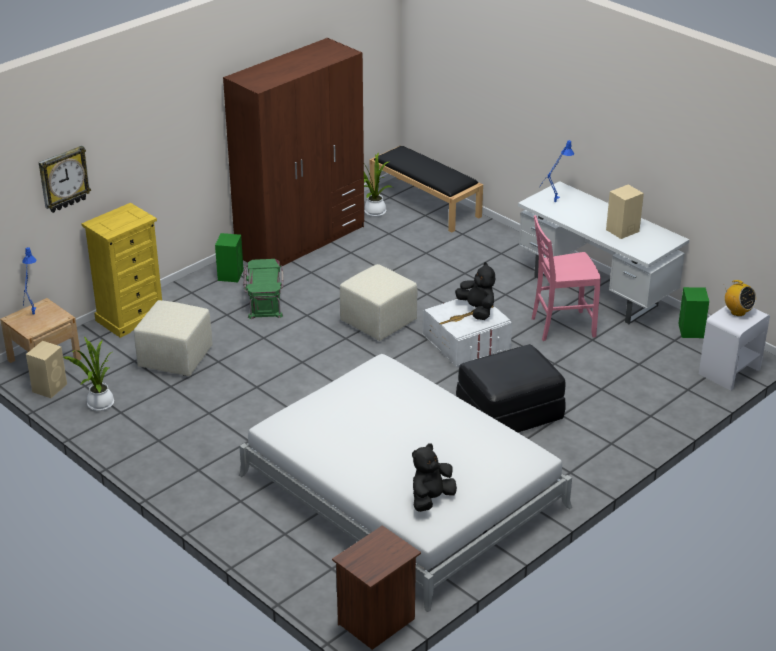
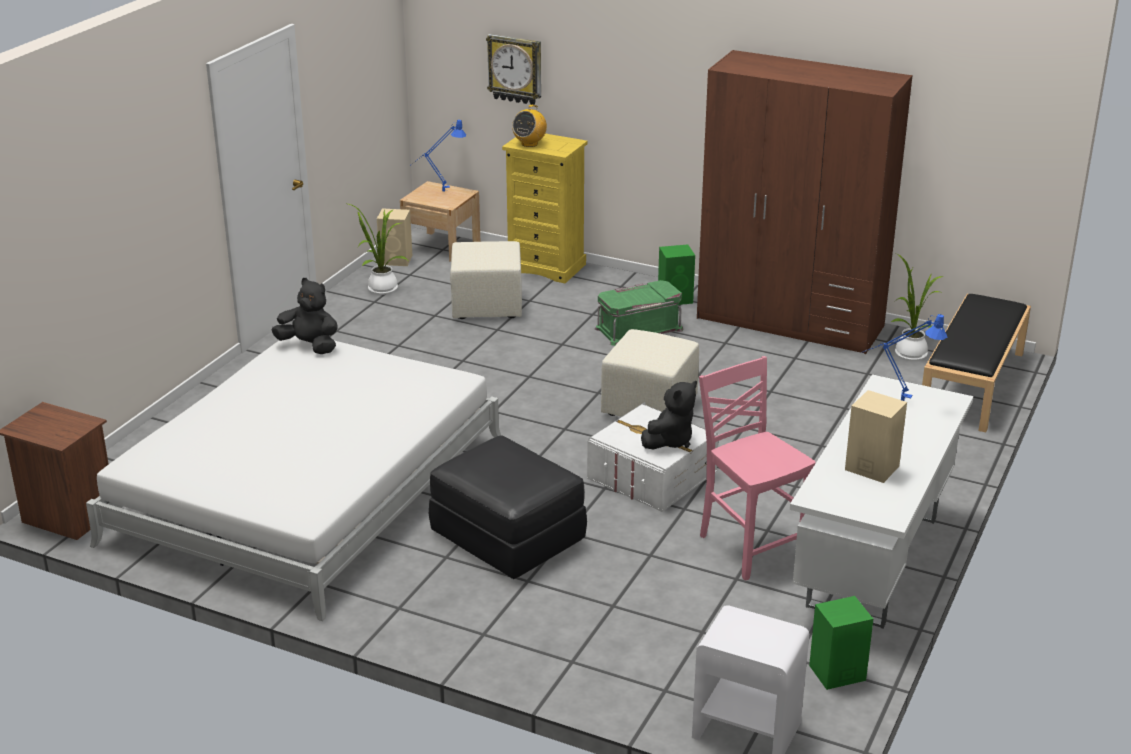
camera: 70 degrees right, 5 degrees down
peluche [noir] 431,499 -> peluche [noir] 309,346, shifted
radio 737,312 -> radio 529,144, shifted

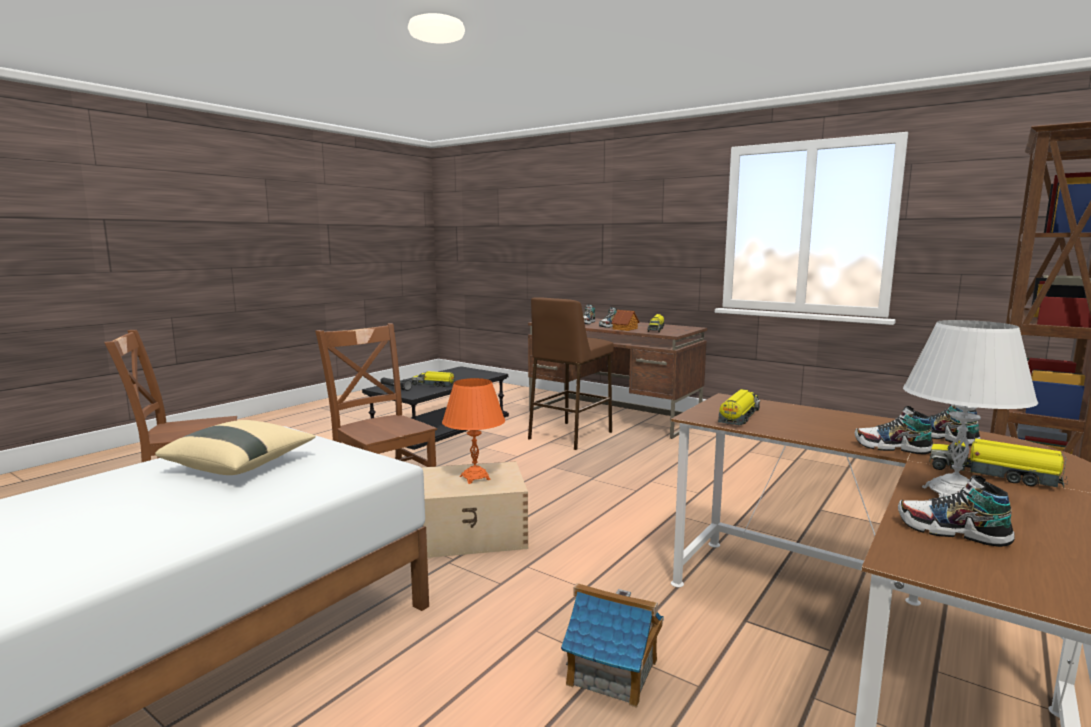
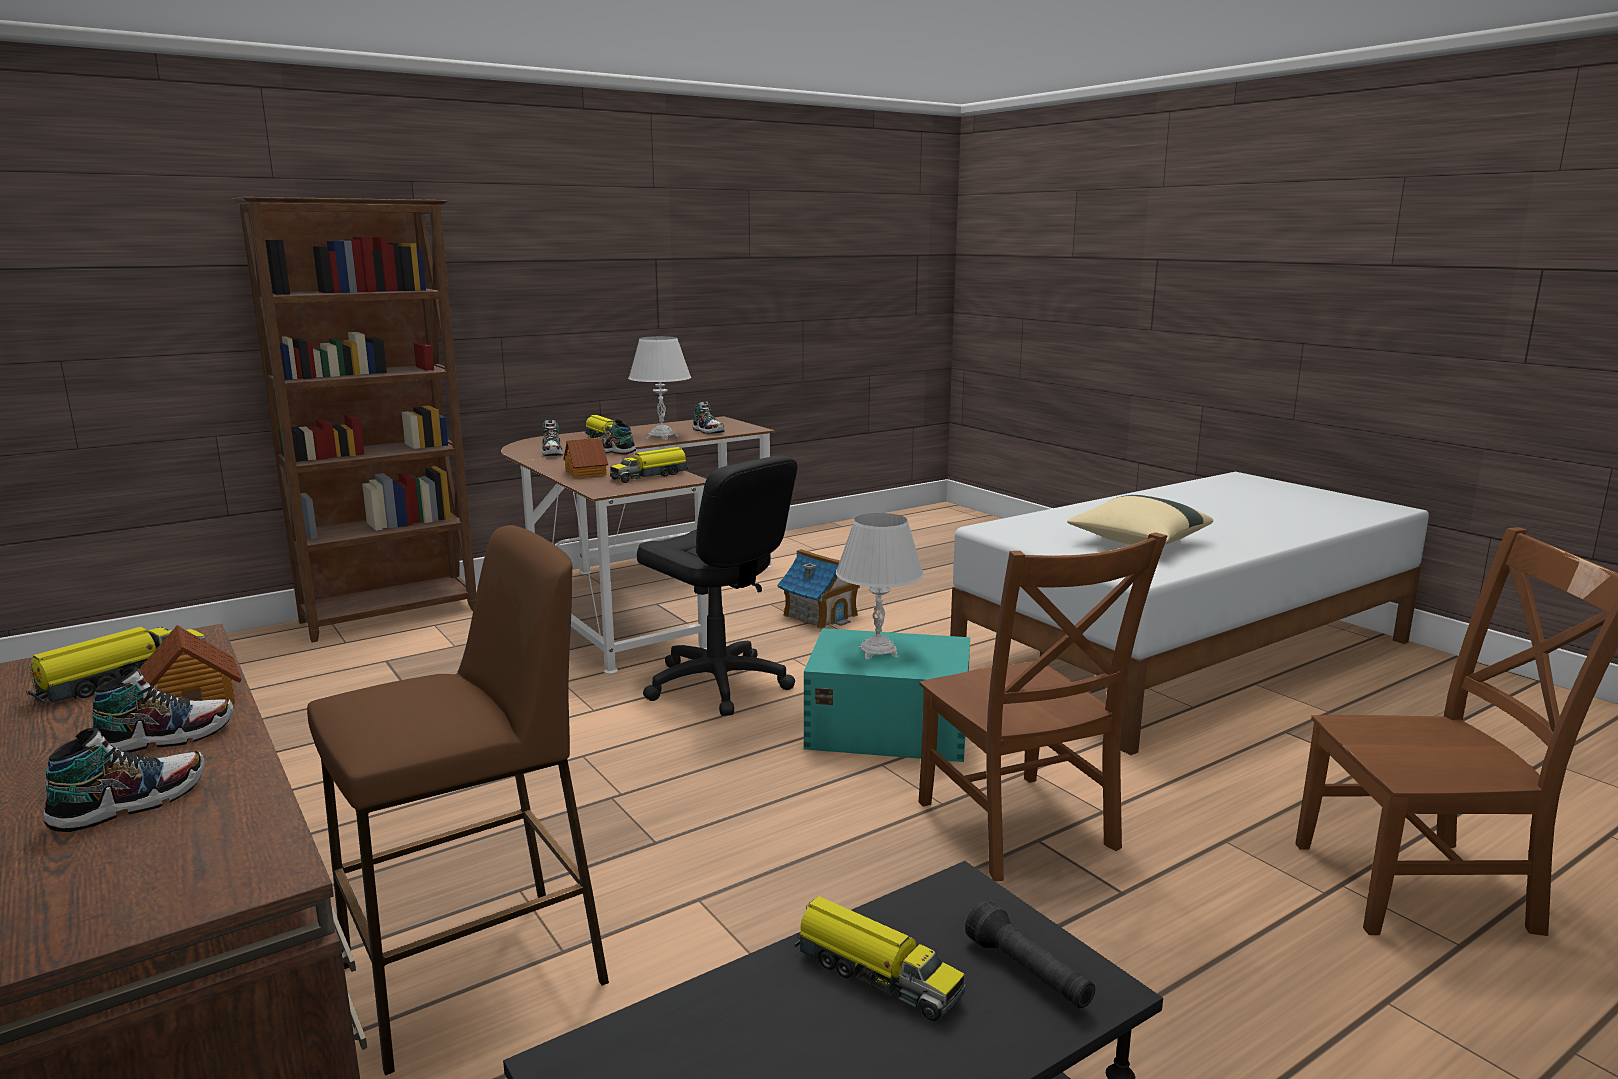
camera: 160 degrees left, 5 degrees up
none -> maison miniature 585,473
chaussure 892,448 -> chaussure 611,452, 150 degrees clockwise
none -> chaise de bureau [noir] 717,685
boîte de rangement [beige] 469,534 -> boîte de rangement [turquoise] 886,728
lampe de table [orange] 475,478 -> lampe de table [blanc] 878,652

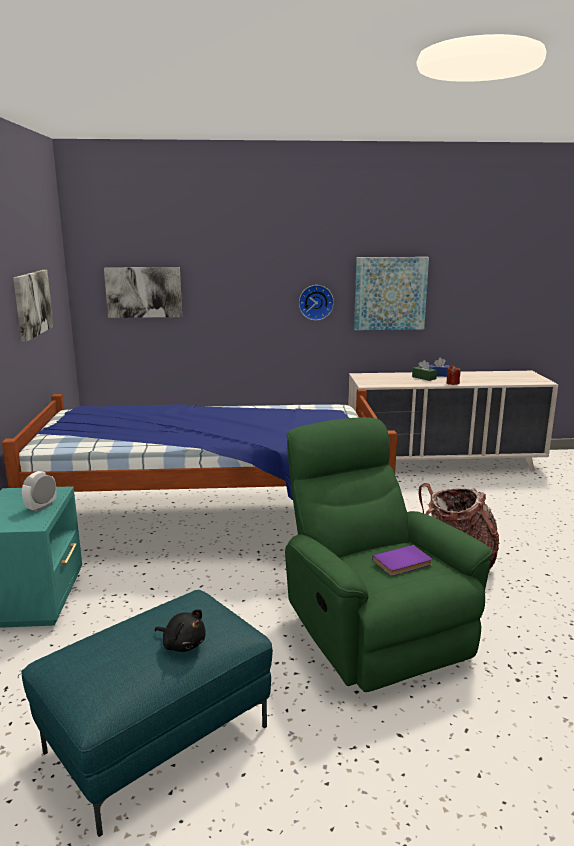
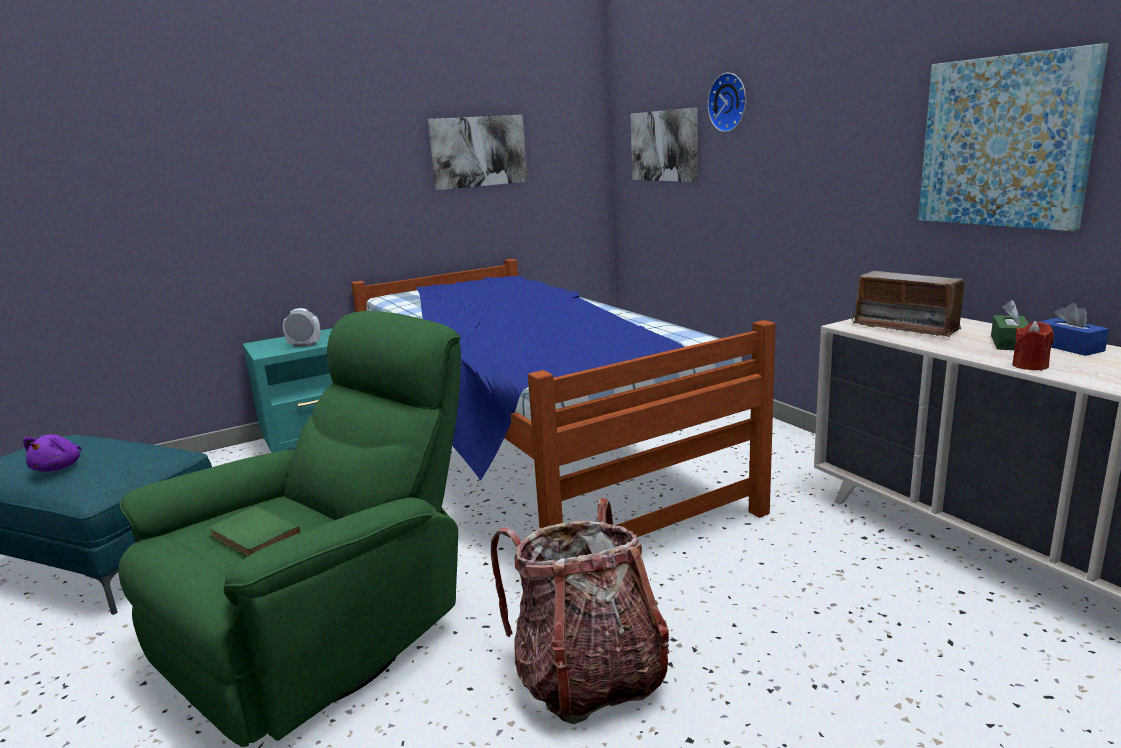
camera: 65 degrees right, 0 degrees up
peluche [noir] 182,644 -> peluche [violet] 59,467
livre [violet] 403,563 -> livre [vert] 251,536
horloge murale 315,302 -> horloge murale 730,102, shifted
none -> radio 906,328

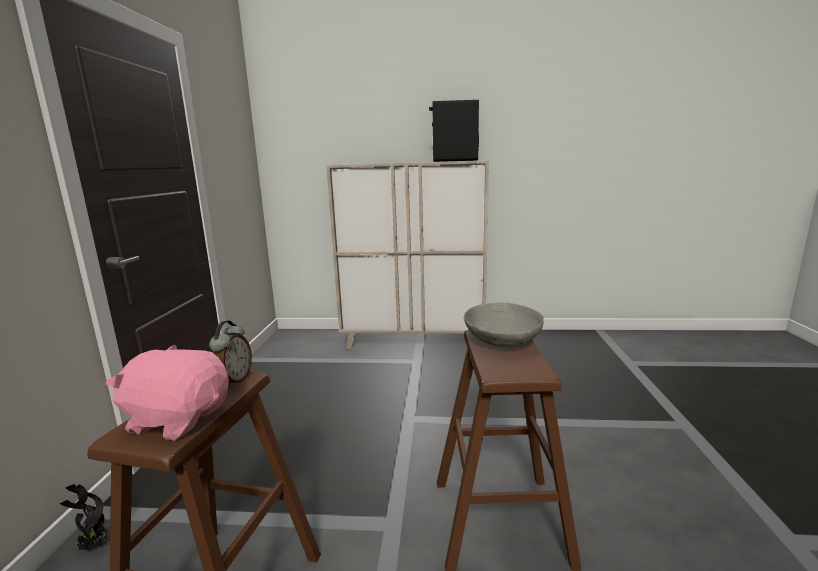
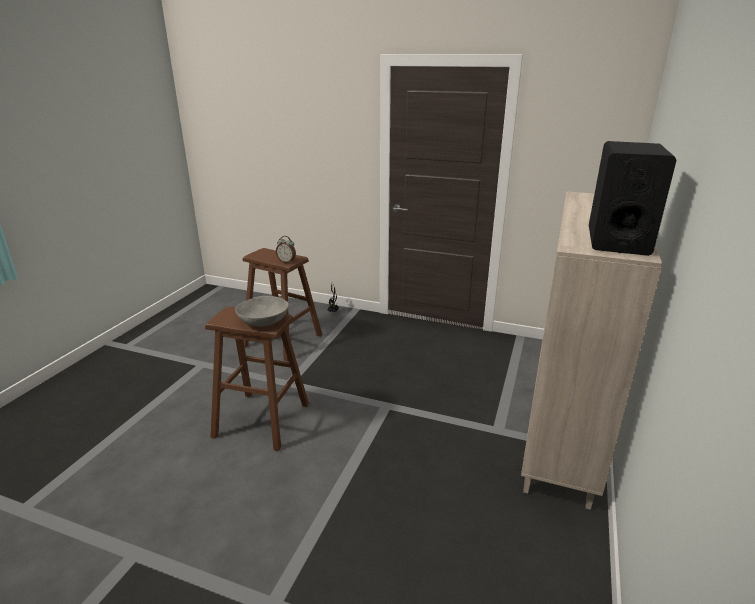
camera: 105 degrees right, 10 degrees up
peluche [rose] 178,419 -> none

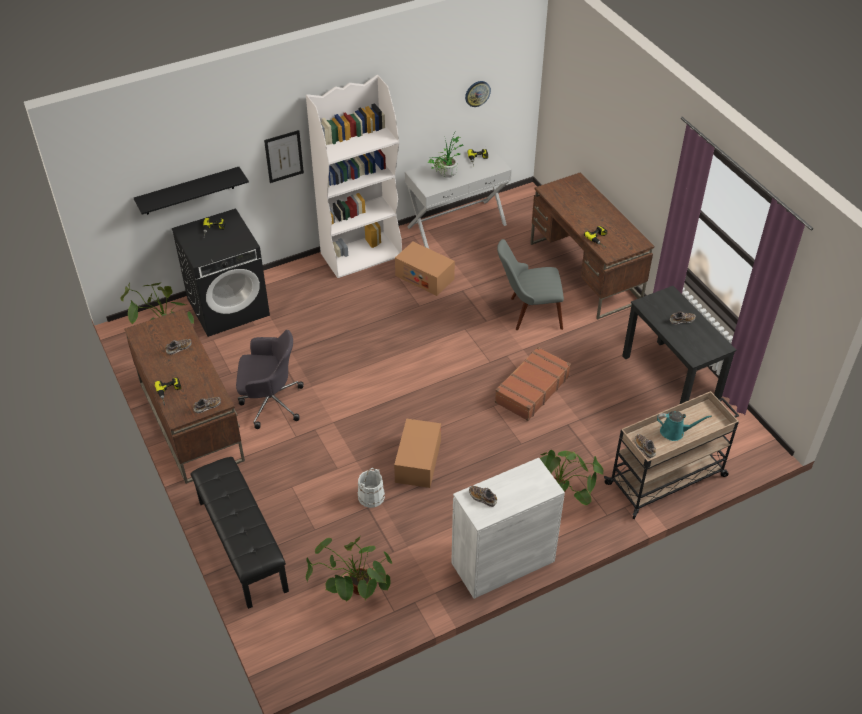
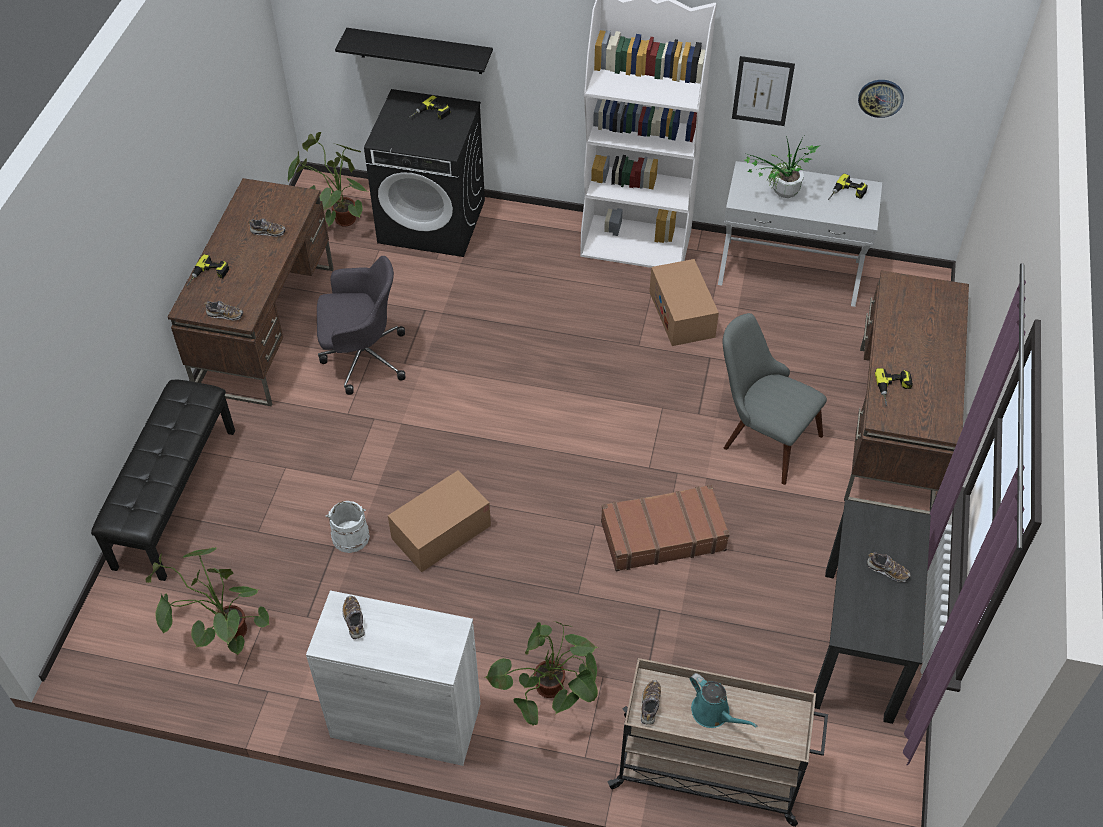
camera: 40 degrees right, 5 degrees up
chaise de bureau [gris] 270,402 -> chaise de bureau [gris] 362,357, 45 degrees counterclockwise
tableau 284,156 -> tableau 762,91, shifted

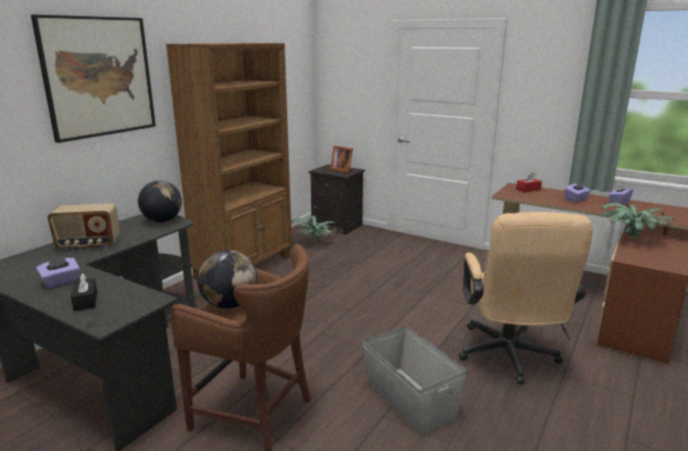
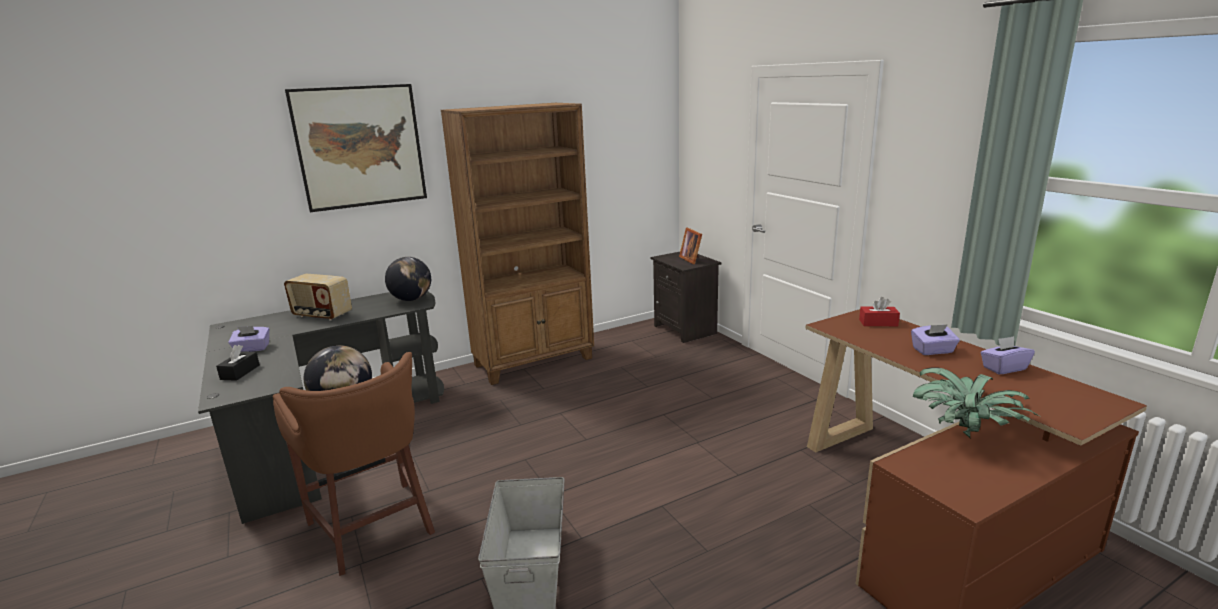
camera: 30 degrees right, 0 degrees up
plante en pot 315,243 -> none
chaise de bureau [beige] 508,358 -> none

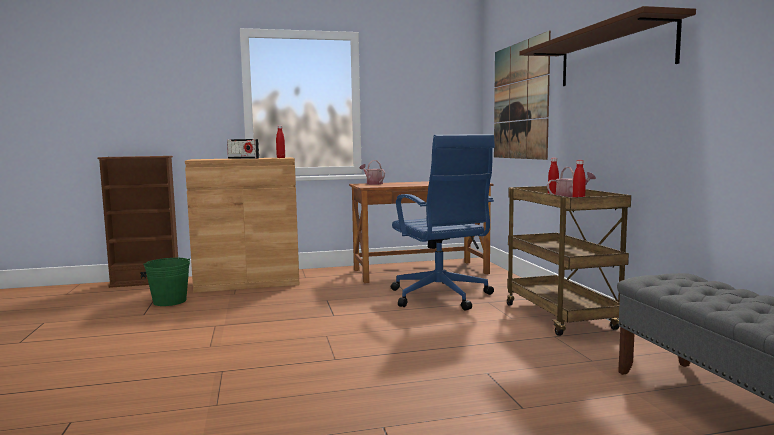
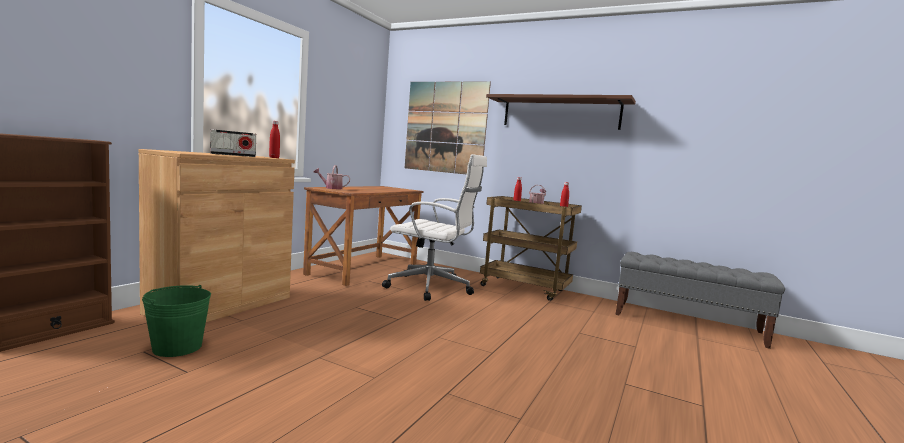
camera: 50 degrees left, 0 degrees up
chaise de bureau [bleu] 441,297 -> chaise de bureau [blanc] 432,287

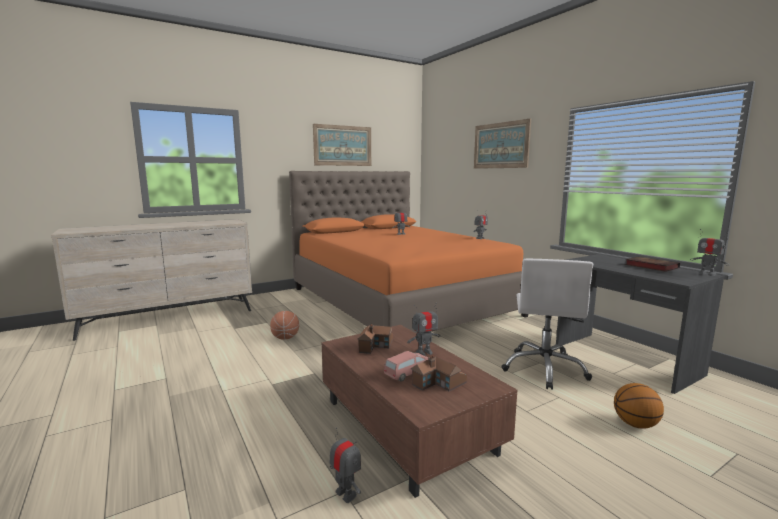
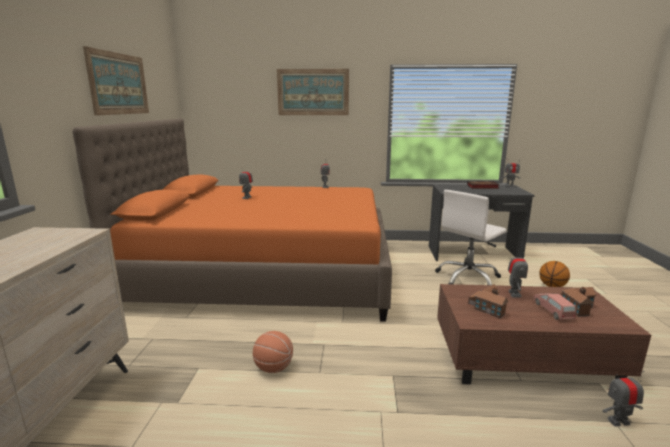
camera: 55 degrees left, 5 degrees up
chaise de bureau [blanc] 544,369 -> chaise de bureau [blanc] 468,278, 90 degrees clockwise

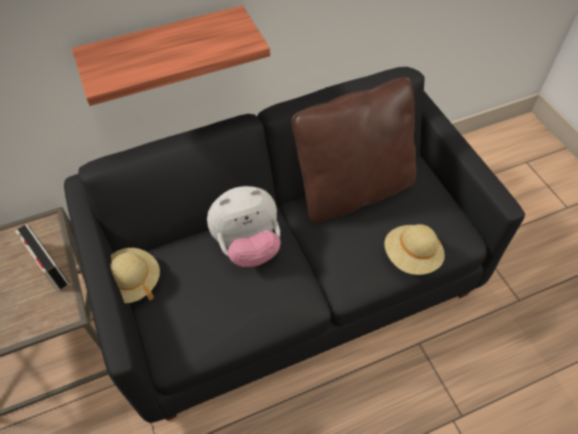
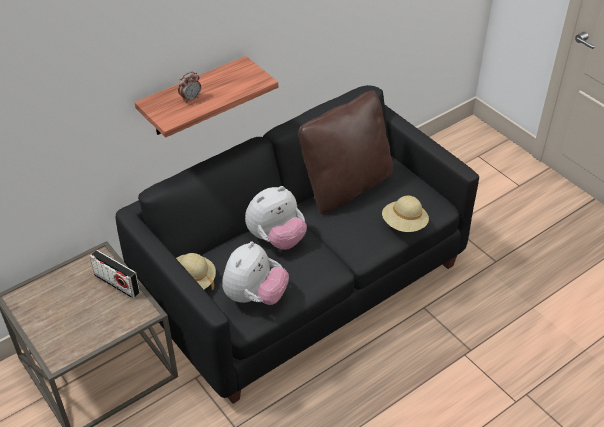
camera: 15 degrees left, 10 degrees down
none -> réveil 191,98
none -> peluche 255,296

